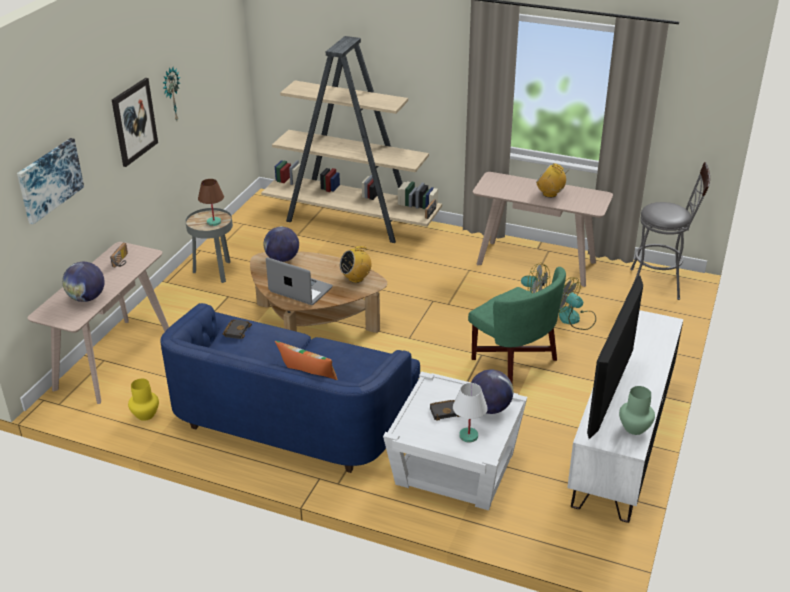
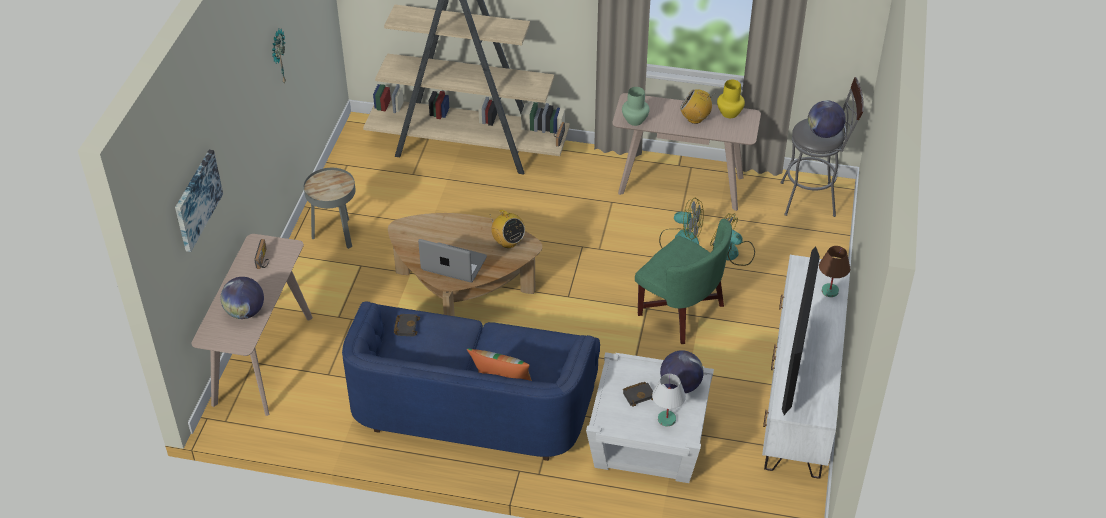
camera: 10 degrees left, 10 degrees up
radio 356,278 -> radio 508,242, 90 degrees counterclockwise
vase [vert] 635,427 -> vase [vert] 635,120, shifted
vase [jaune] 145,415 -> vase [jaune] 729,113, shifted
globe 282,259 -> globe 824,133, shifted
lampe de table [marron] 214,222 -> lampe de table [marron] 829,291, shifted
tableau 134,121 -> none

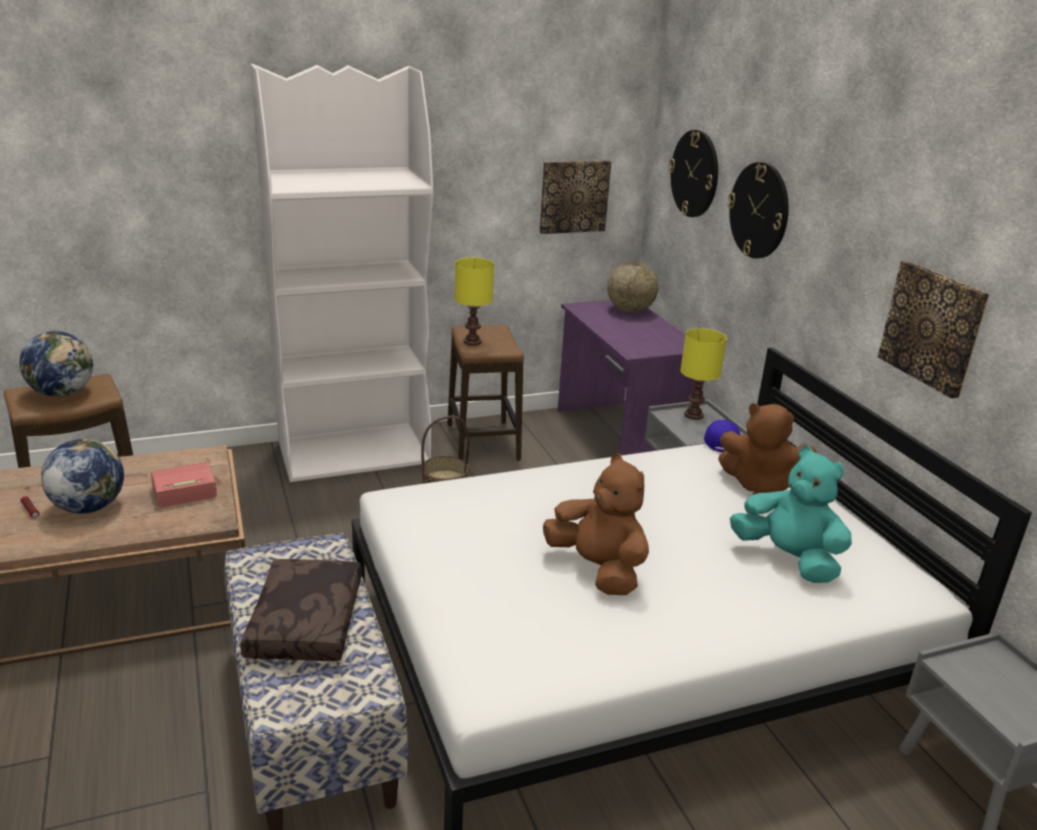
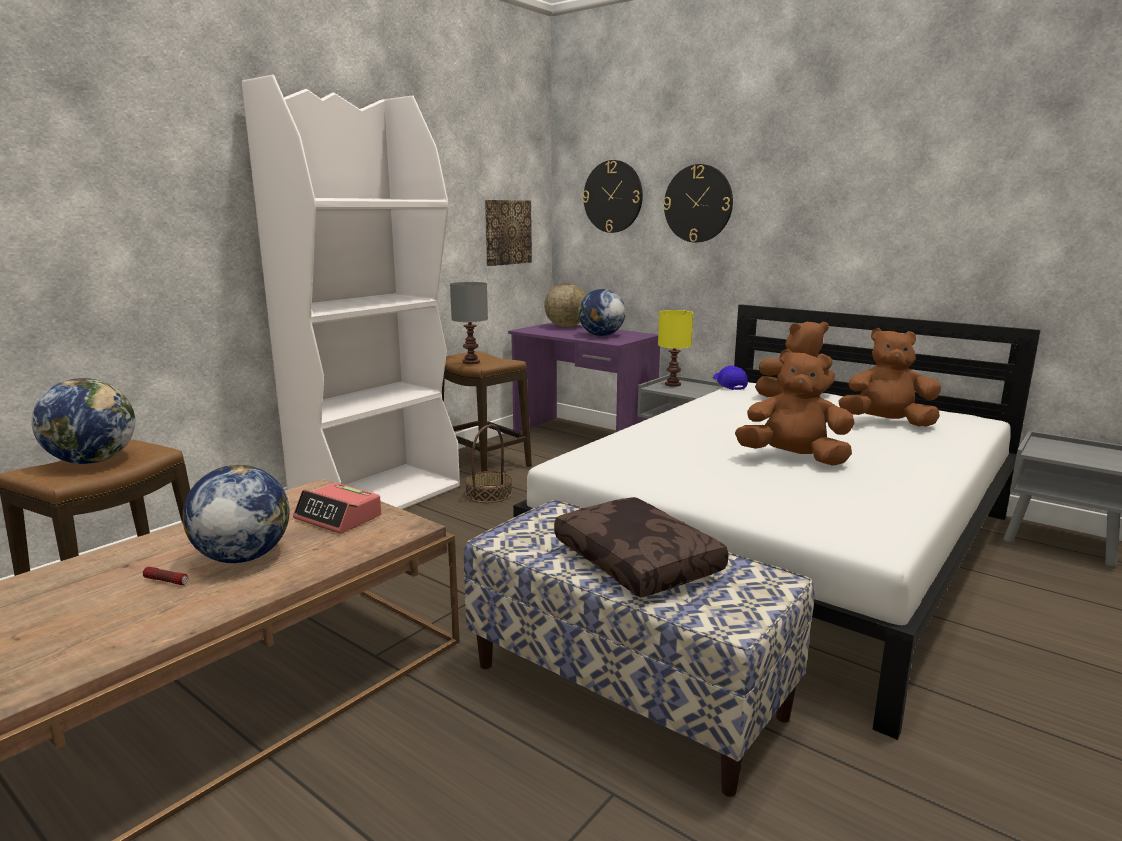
camera: 30 degrees left, 10 degrees down
réveil 184,492 -> réveil 338,517, 90 degrees counterclockwise
lampe de table [jaune] 472,342 -> lampe de table [gris] 471,362
none -> globe 601,335
peluche [turquoise] 788,559 -> peluche [marron] 886,423
tableau 933,327 -> none

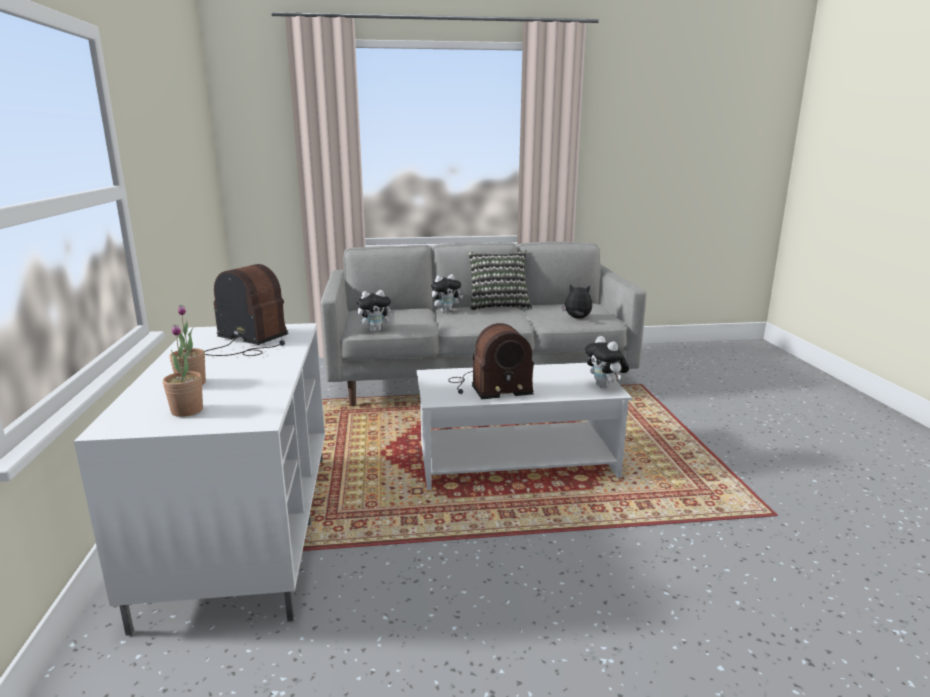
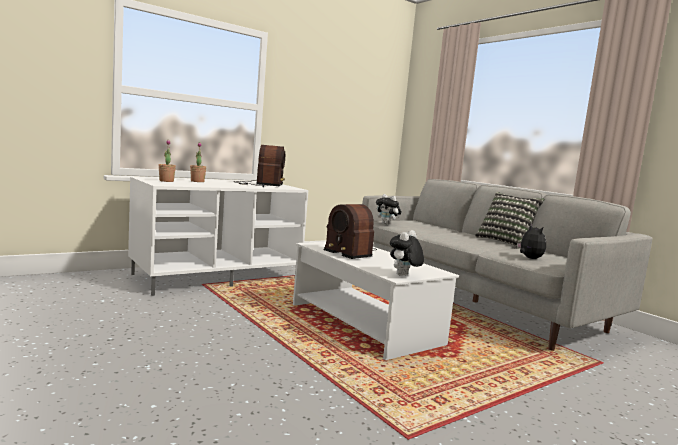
camera: 60 degrees right, 10 degrees down
peluche 446,311 -> none

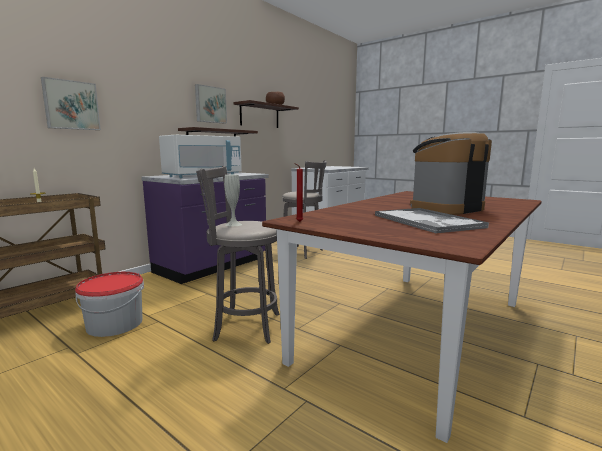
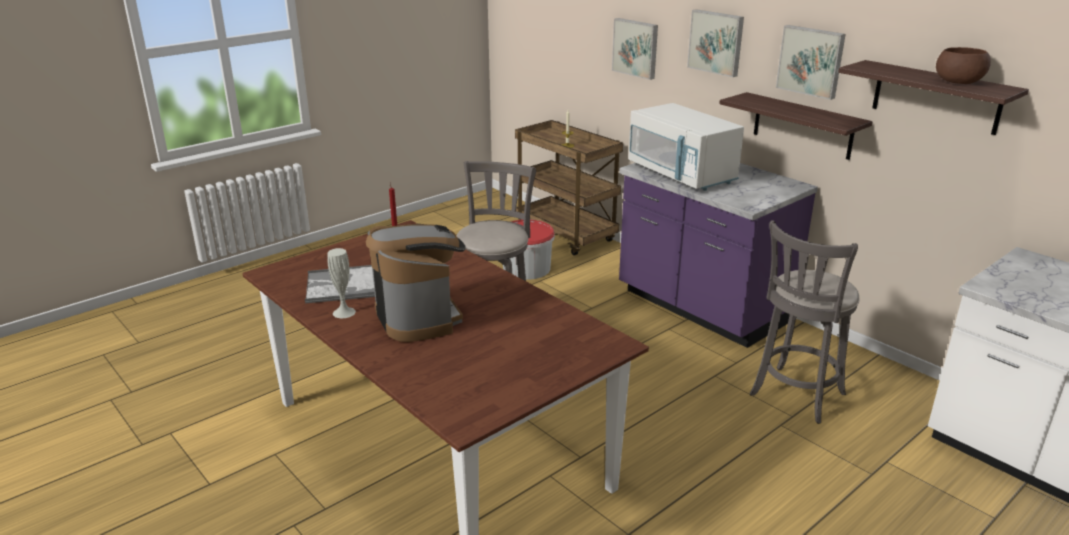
camera: 100 degrees right, 15 degrees up
vase [blanc] 233,224 -> vase [blanc] 344,312, shifted
none -> tableau 716,42

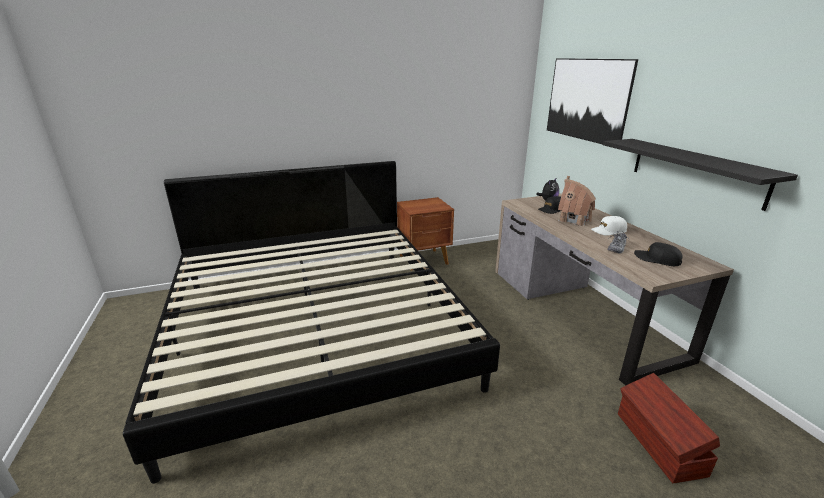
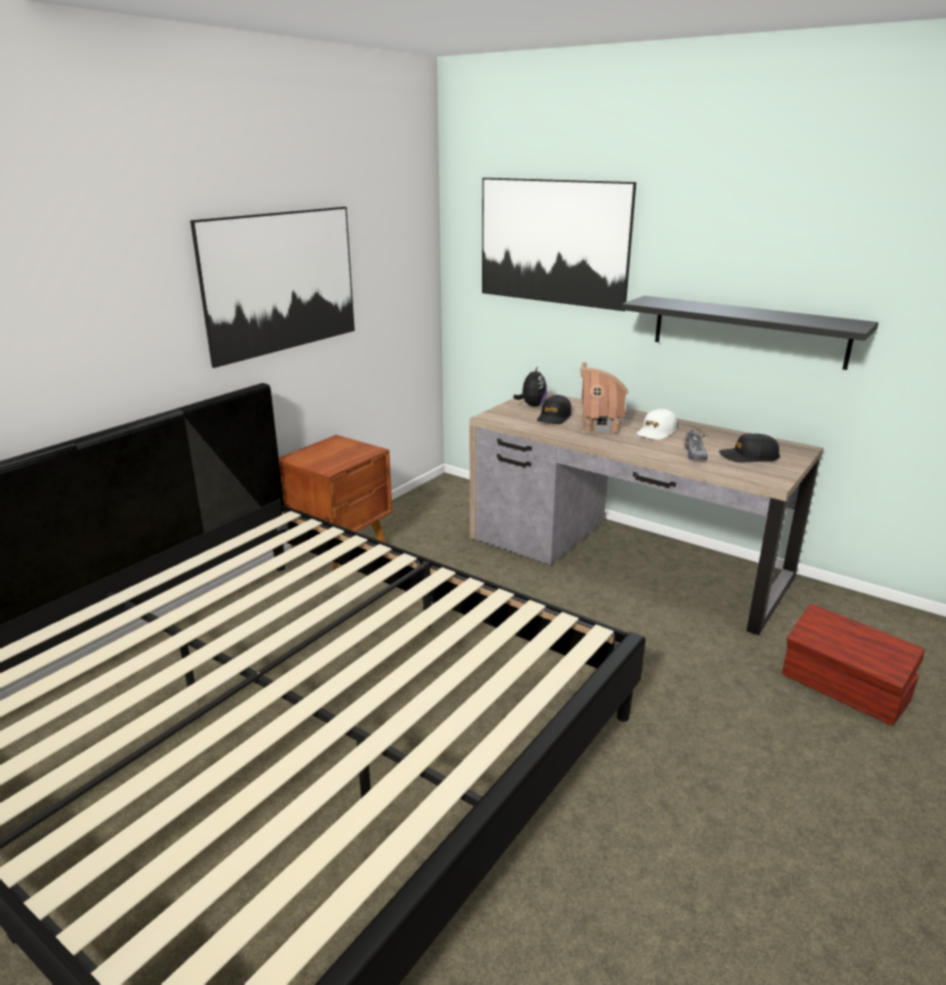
camera: 35 degrees left, 0 degrees up
none -> tableau 281,282

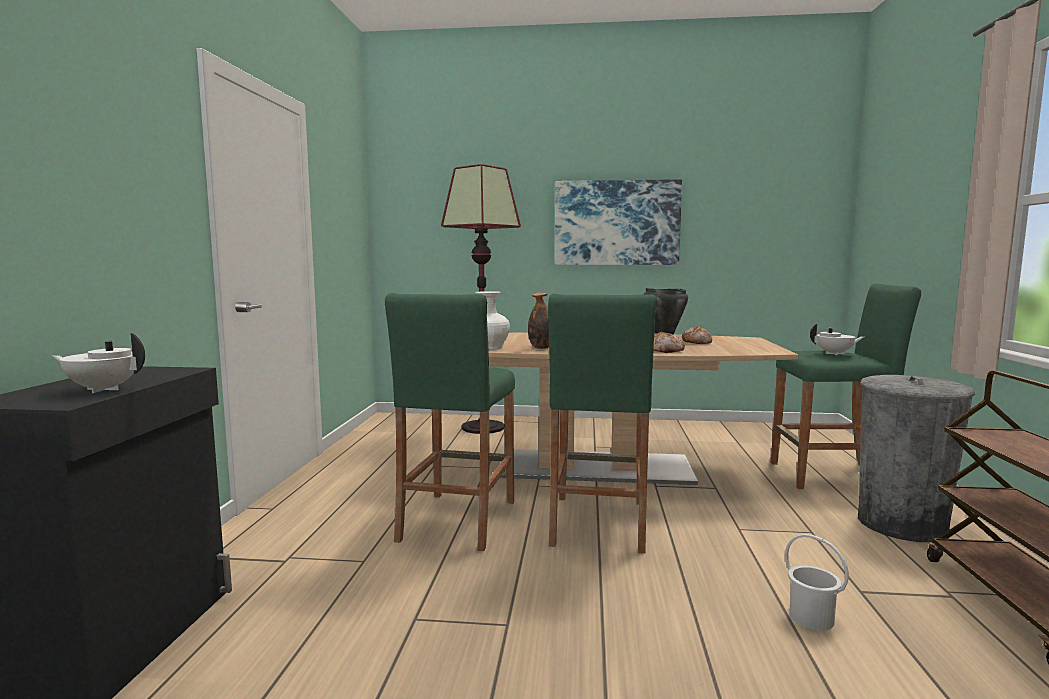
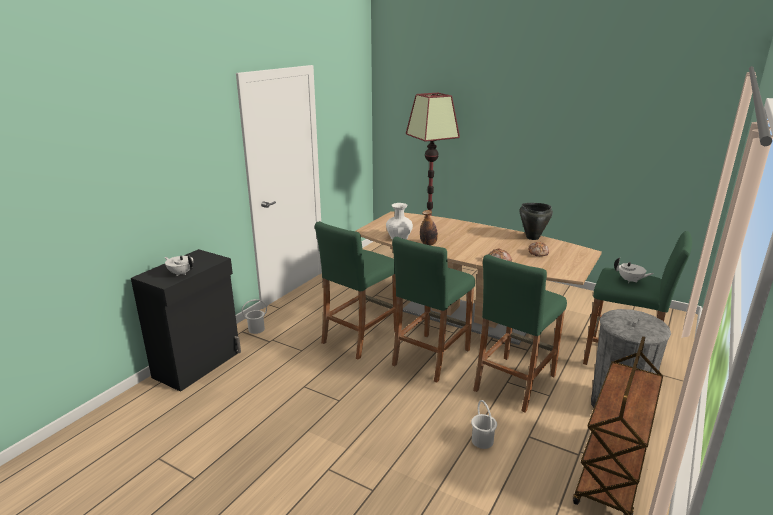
camera: 25 degrees right, 15 degrees up
none -> seau [blanc] 256,329
none -> tabouret [vert] 514,382
tableau 616,223 -> none

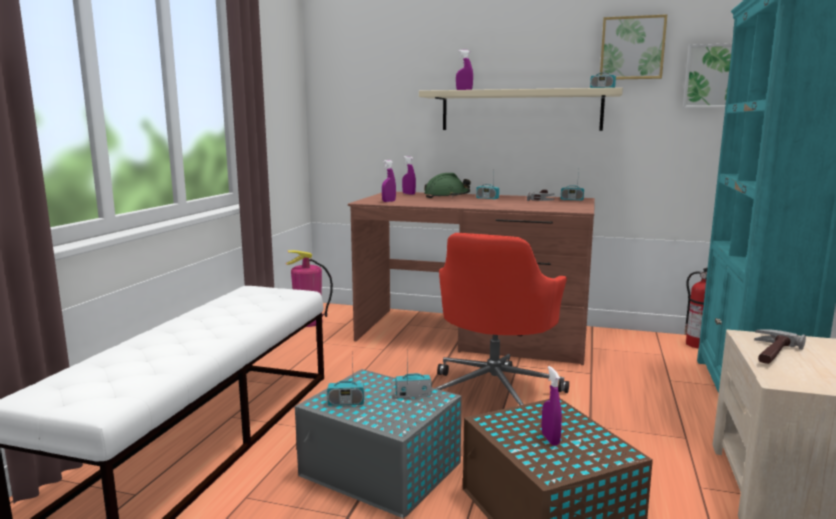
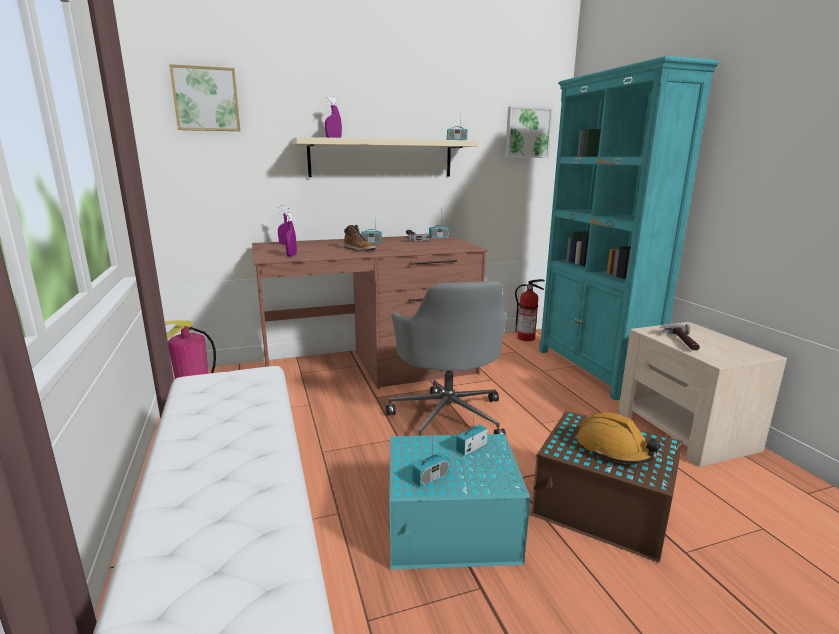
camera: 35 degrees left, 5 degrees up
tableau 632,48 -> tableau 206,99, shifted
none -> botte 360,249
chaise de bureau [rouge] 495,391 -> chaise de bureau [gris] 448,416
boîte de rangement [gris] 382,471 -> boîte de rangement [turquoise] 453,527
vaporisateur [violet] 550,439 -> casque de chantier [orange] 614,450
casque de chantier [vert] 447,196 -> none

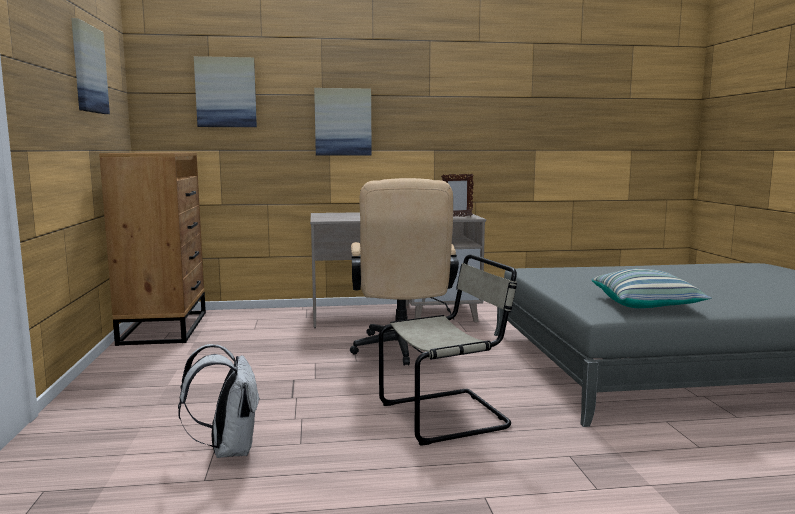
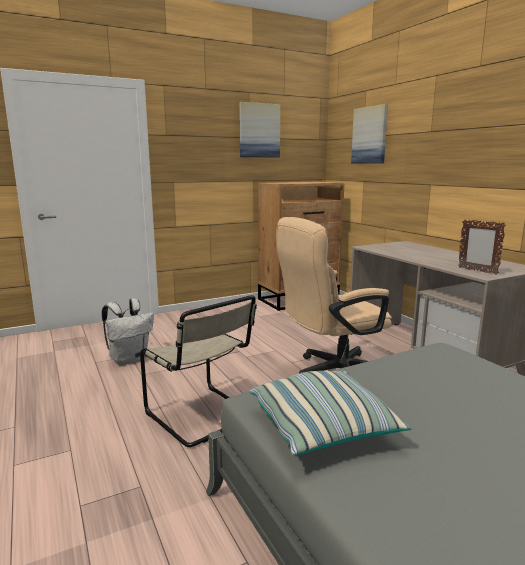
camera: 70 degrees right, 5 degrees up
tableau 343,122 -> none

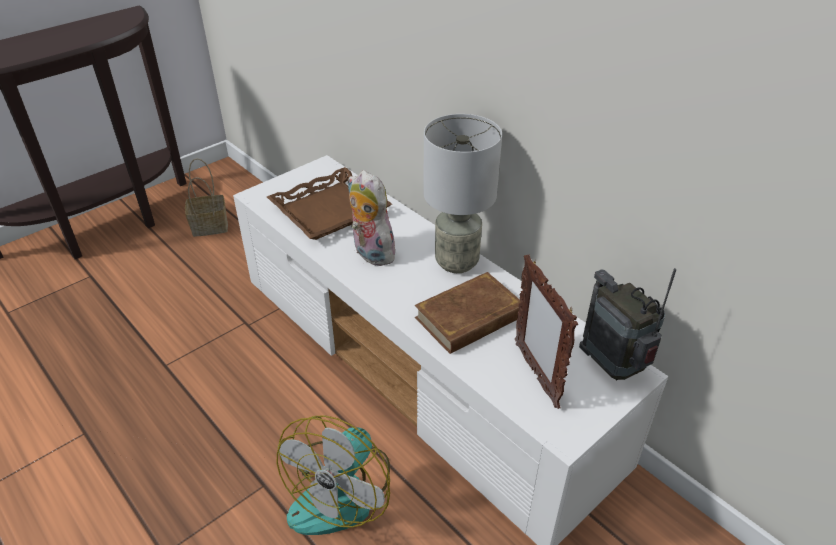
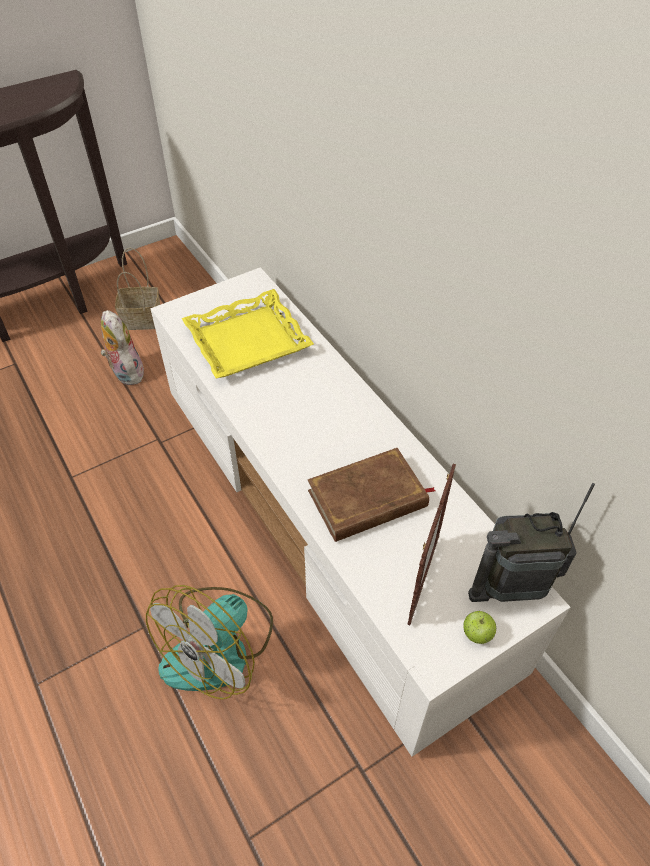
camera: 10 degrees right, 10 degrees up
peluche 370,253 -> peluche 125,372, shifted
plateau [marron] 330,211 -> plateau [jaune] 248,342
cadre photo 535,374 -> cadre photo 422,581, 150 degrees counterclockwise
none -> pomme 476,634
radio 613,367 -> radio 510,587, 75 degrees counterclockwise
lampe de table [gris] 455,262 -> none

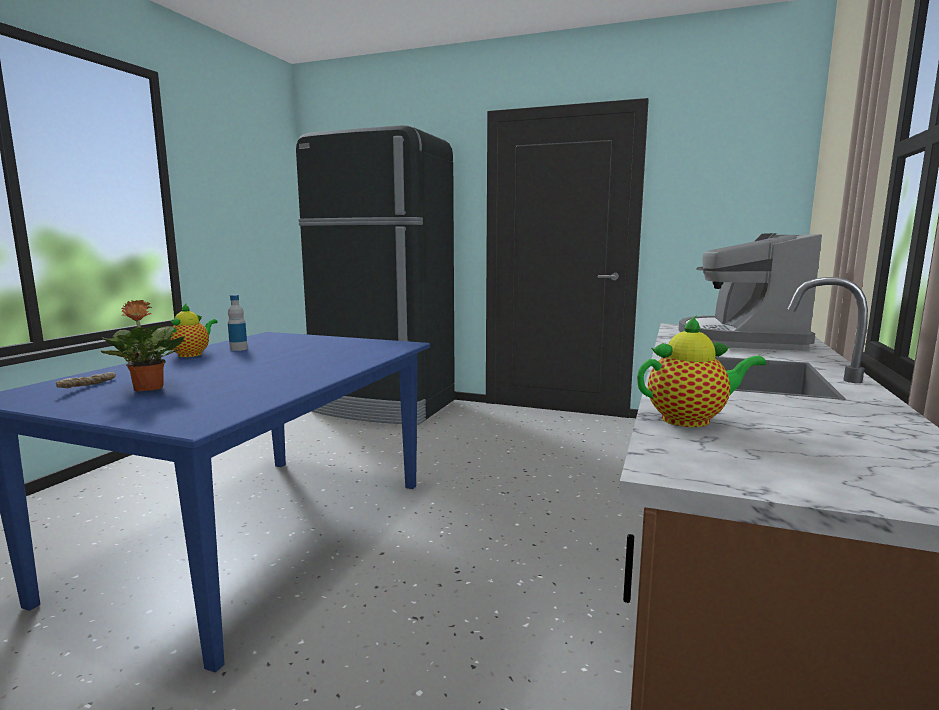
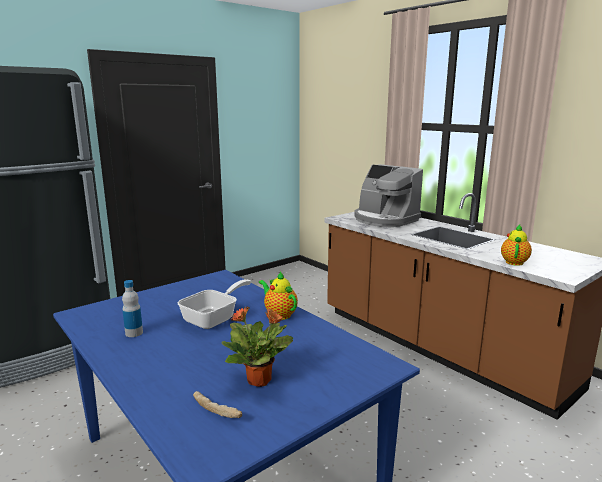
camera: 60 degrees left, 5 degrees up
none -> poêle 214,318
théière 192,354 -> théière 279,314, shifted

